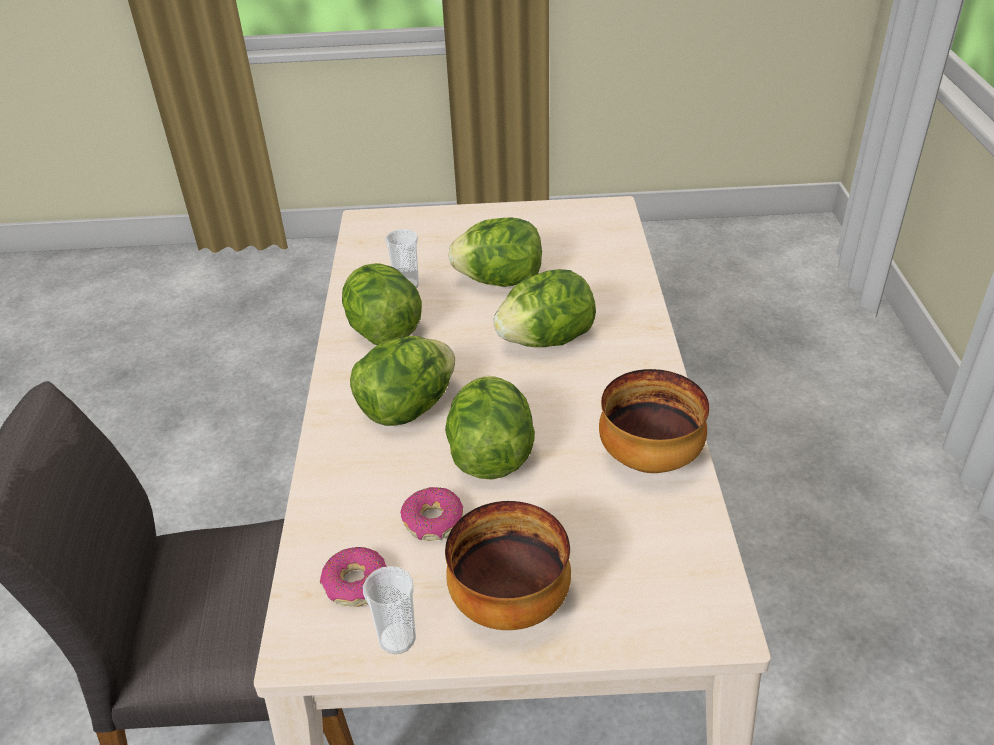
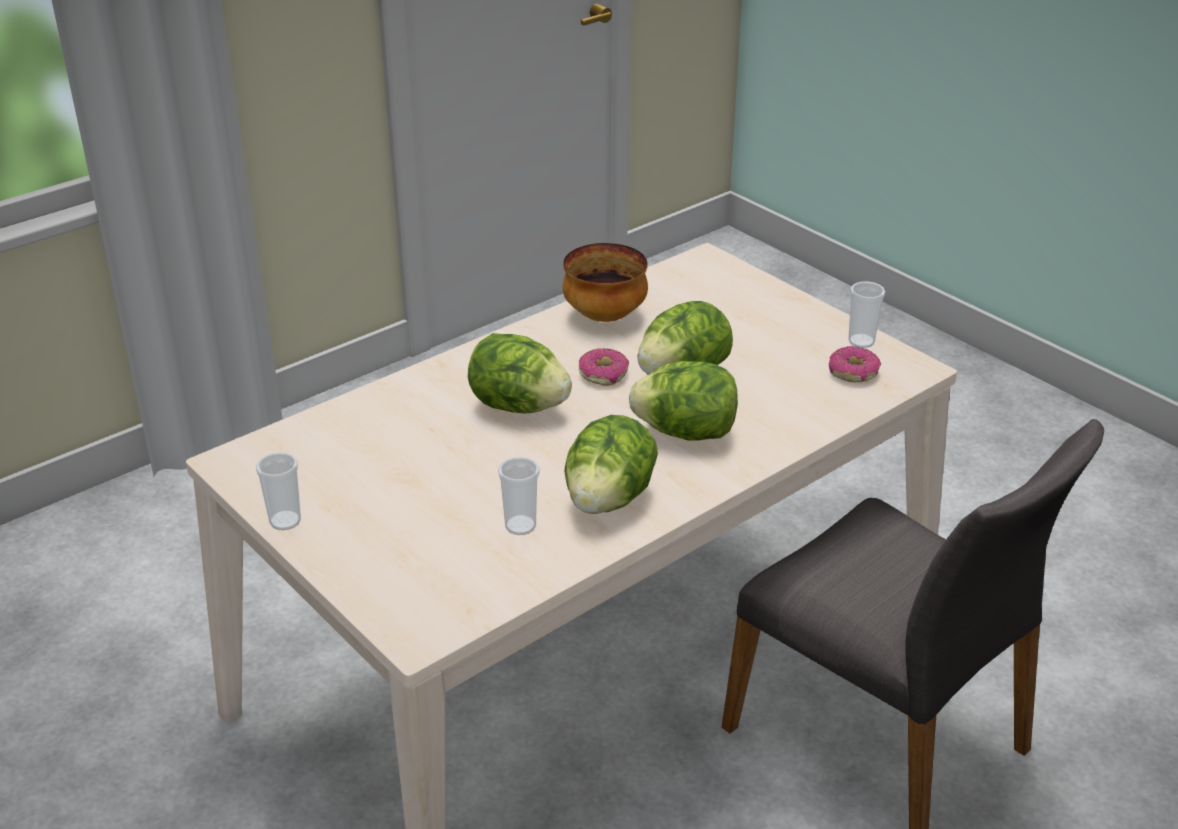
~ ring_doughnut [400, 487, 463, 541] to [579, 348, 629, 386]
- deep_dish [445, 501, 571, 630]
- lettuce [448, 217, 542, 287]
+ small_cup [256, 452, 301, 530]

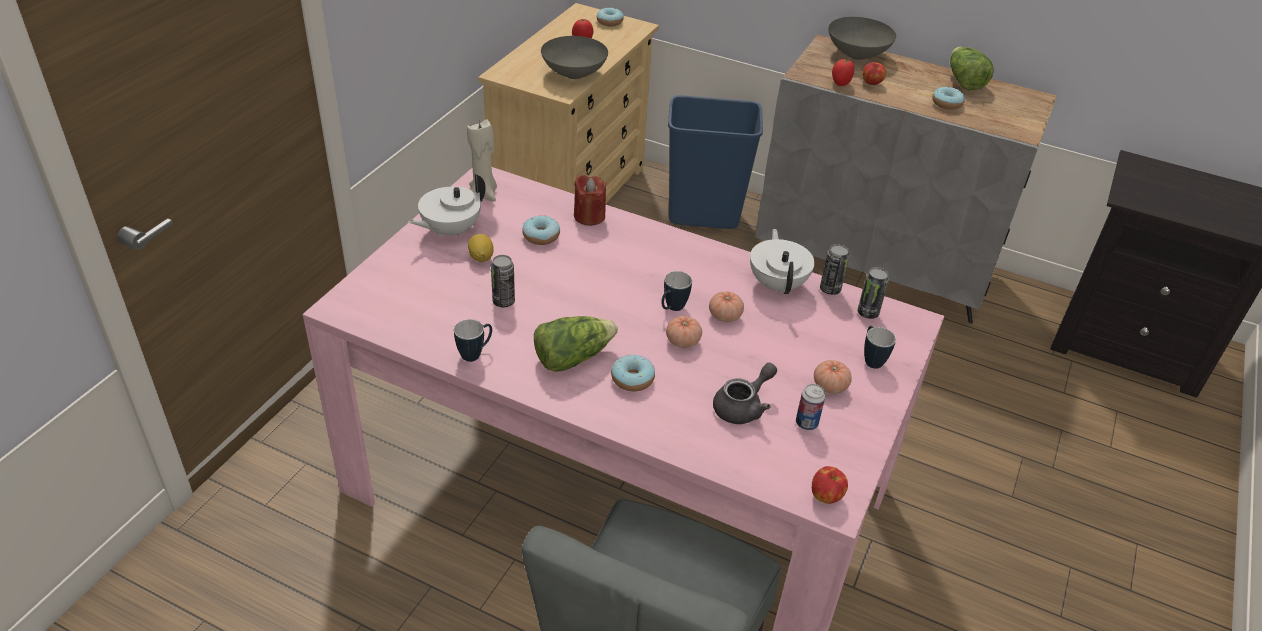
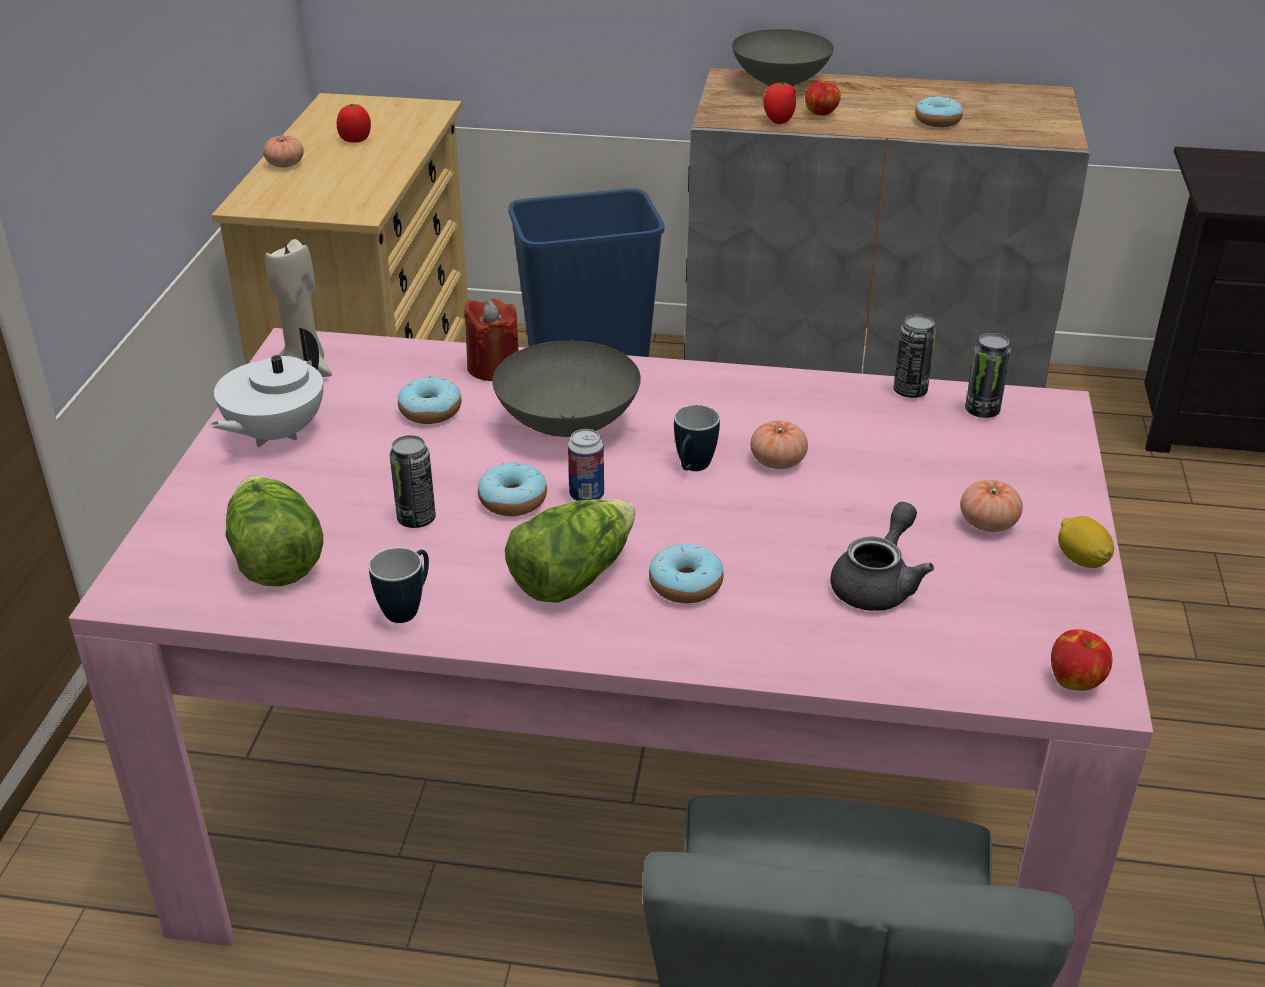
~ whole_lemon [468, 234, 494, 262] to [1058, 516, 1114, 568]
~ gray_deep_dish [541, 36, 608, 79] to [492, 341, 641, 437]
~ ring_doughnut [597, 7, 624, 26] to [478, 463, 547, 516]
~ fresh_tomato [666, 316, 702, 348] to [263, 135, 304, 168]
- white-coloured_teapot [750, 229, 815, 295]
~ metal_can [796, 384, 825, 430] to [568, 429, 604, 501]
- mug [864, 326, 896, 369]
~ lettuce [950, 47, 994, 90] to [225, 475, 323, 586]

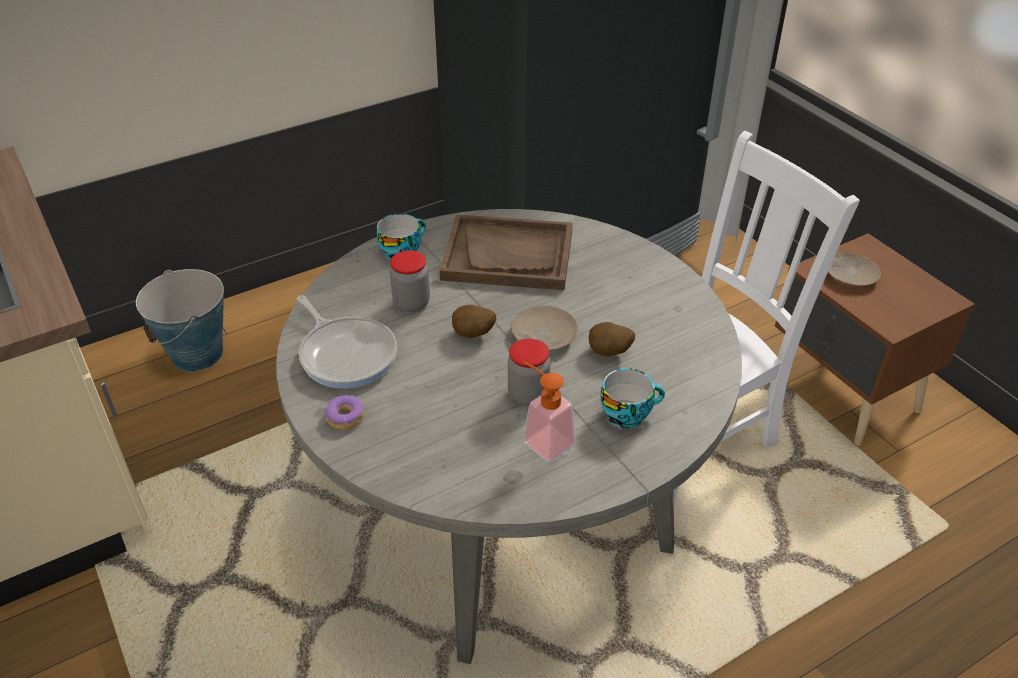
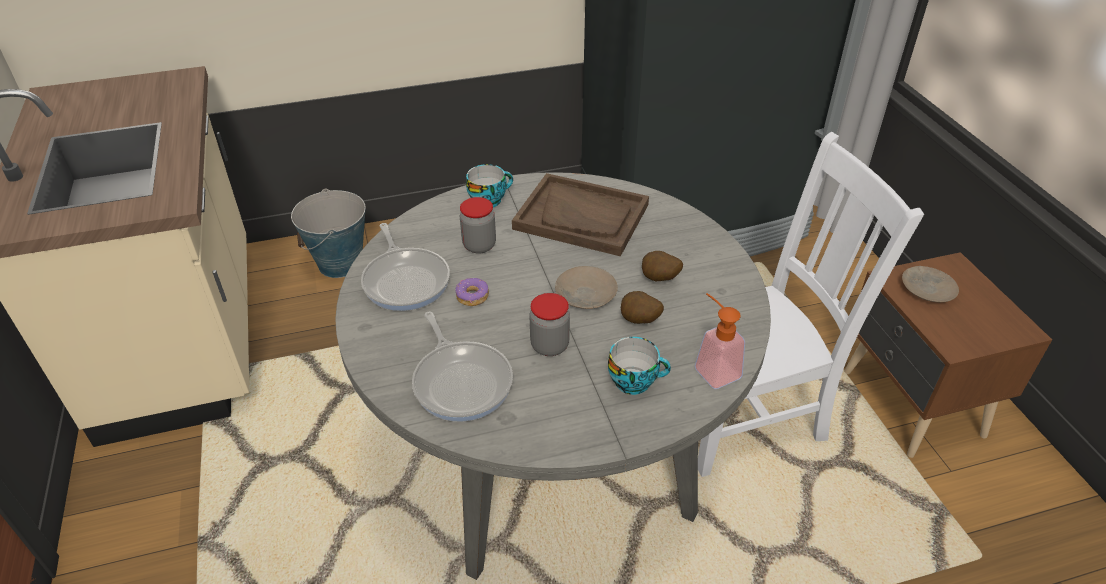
~ ring_doughnut [324, 395, 364, 430] to [455, 278, 489, 306]
~ potato [452, 305, 496, 338] to [642, 251, 683, 281]
~ soap_bottle [523, 361, 575, 462] to [695, 293, 745, 389]
+ pan [412, 312, 513, 422]

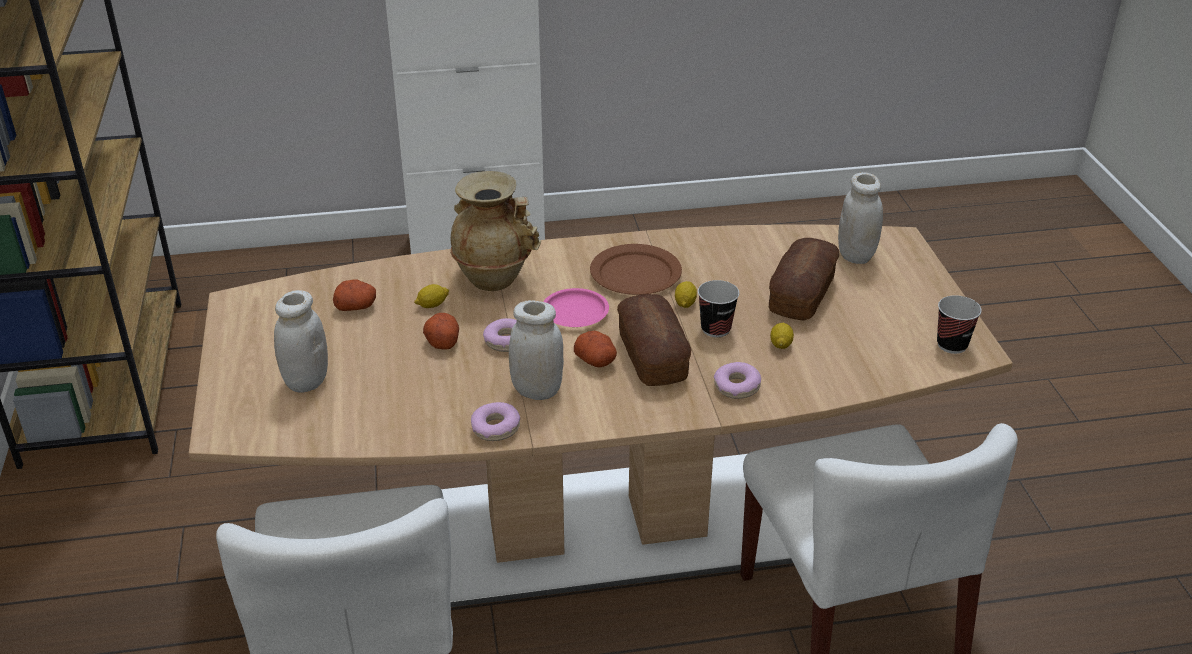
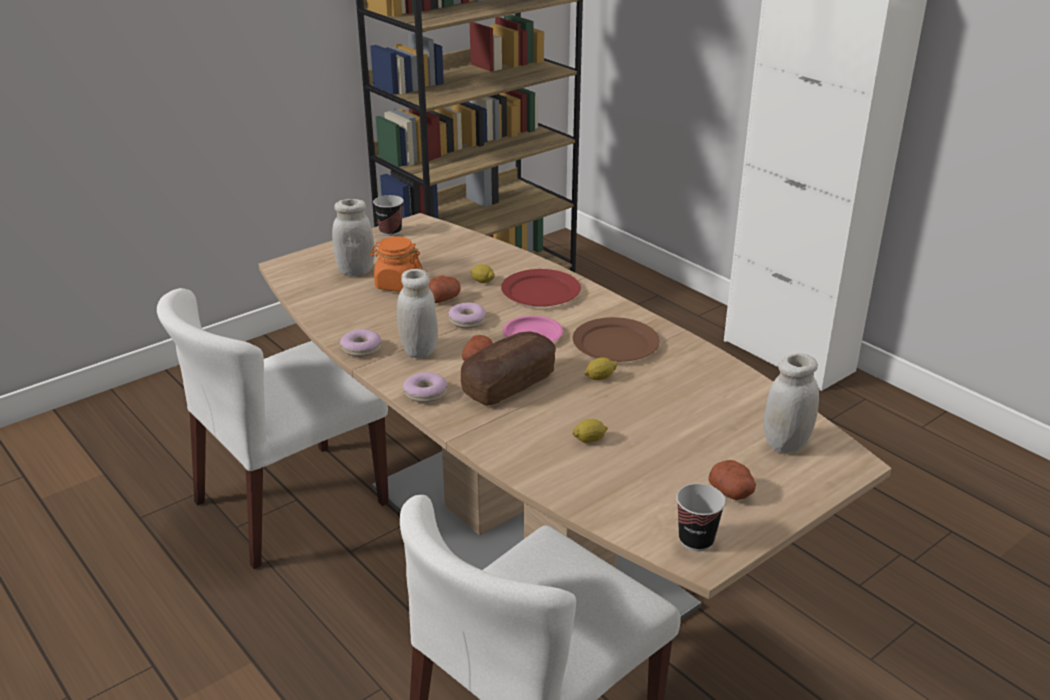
~ potato [333, 279, 376, 311] to [708, 460, 756, 500]
~ beige_flower_vase [450, 171, 541, 291] to reddish_dinner_plate [501, 269, 581, 307]
~ small_cup [698, 280, 739, 337] to [373, 195, 404, 236]
~ ring_doughnut [714, 362, 761, 399] to [403, 372, 447, 403]
- bread [769, 238, 839, 320]
+ orange_jar [370, 236, 423, 292]

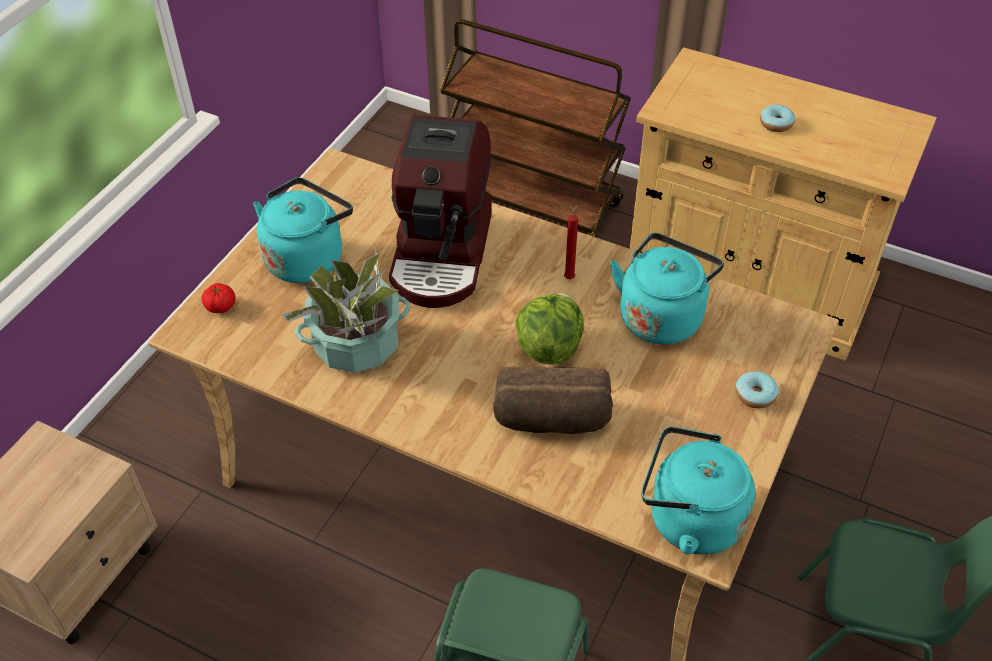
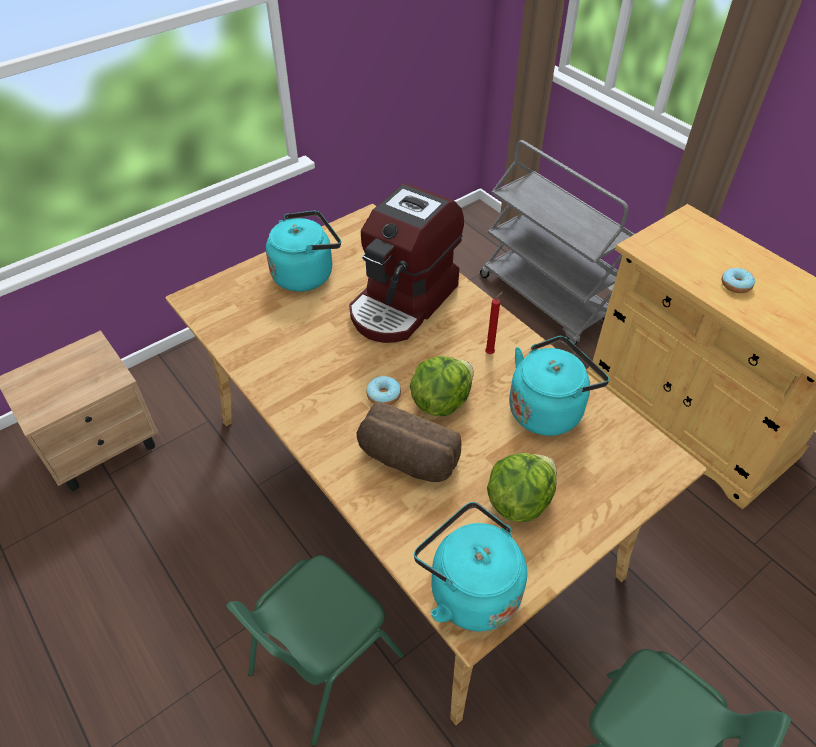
- fresh_tomato [202, 283, 236, 313]
- plant_in_a_pot [281, 247, 410, 373]
~ brownish_wheeled_cart [440, 19, 631, 238] to gray_wheeled_cart [480, 140, 634, 345]
~ ring_doughnut [736, 371, 779, 409] to [366, 376, 401, 405]
+ lettuce [487, 453, 557, 522]

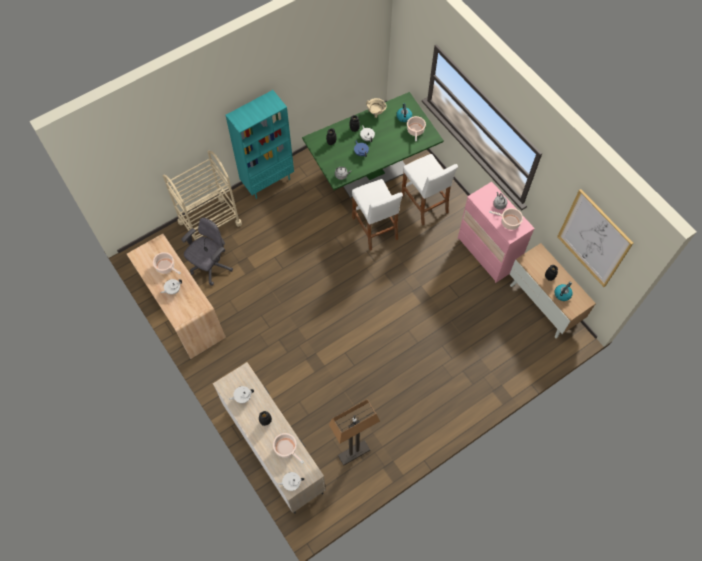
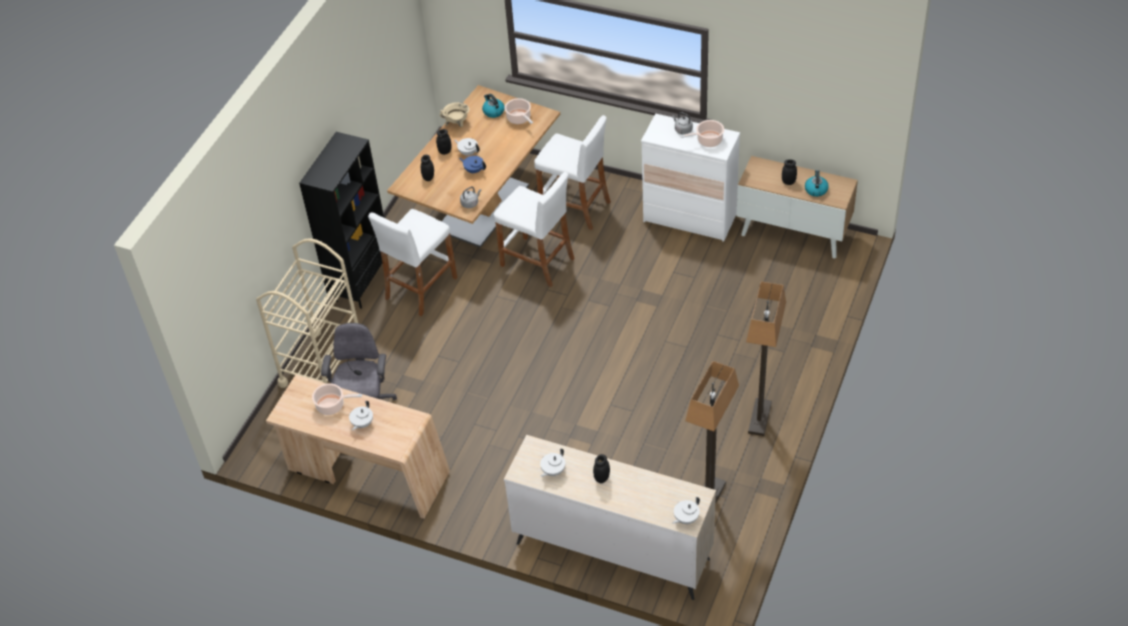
~ turquoise_shelving_unit [226, 90, 294, 199] to blackish_shelving_unit [299, 132, 384, 309]
- cooking_pot [273, 433, 304, 464]
~ greenish_dining_table [302, 92, 444, 198] to brownish_dining_table [387, 85, 560, 248]
~ pinkish_dresser [458, 182, 535, 283] to white-coloured_dresser [641, 113, 740, 242]
- picture [557, 189, 633, 287]
+ white-coloured_sitting_stool [368, 209, 457, 316]
+ standing_lamp [746, 282, 786, 436]

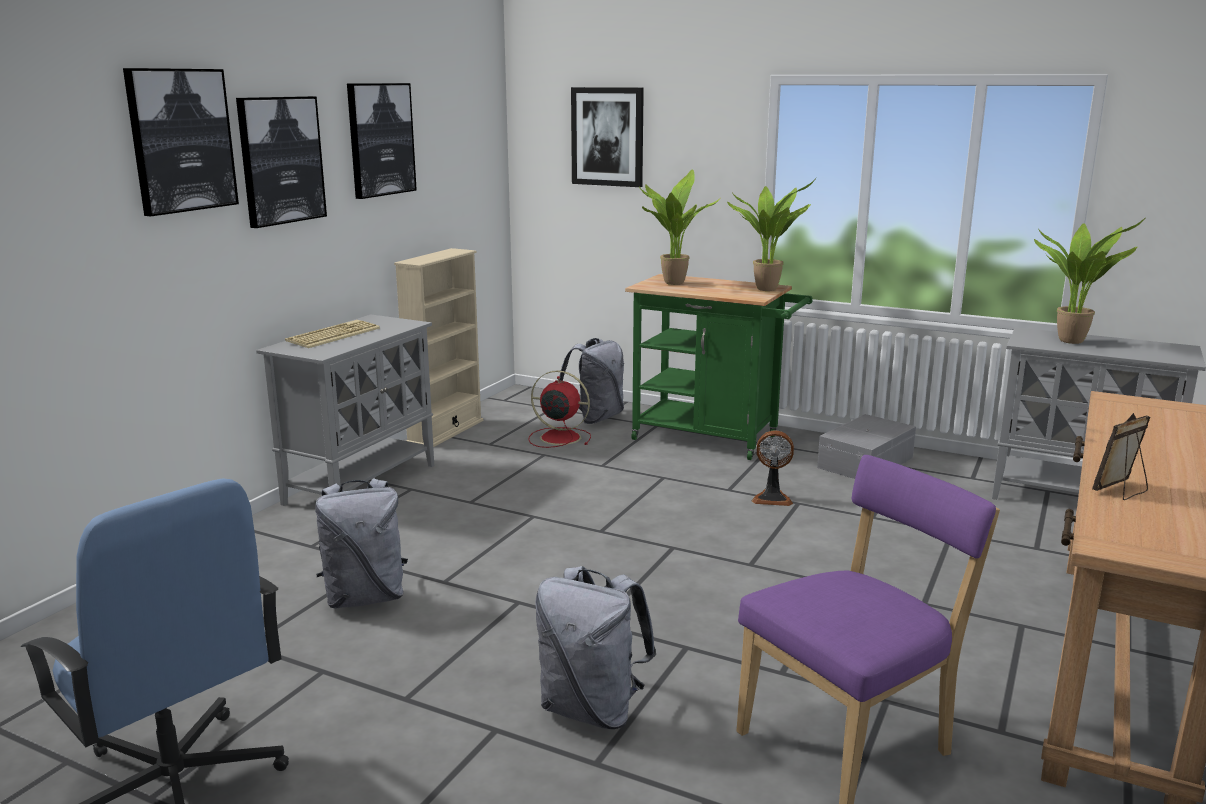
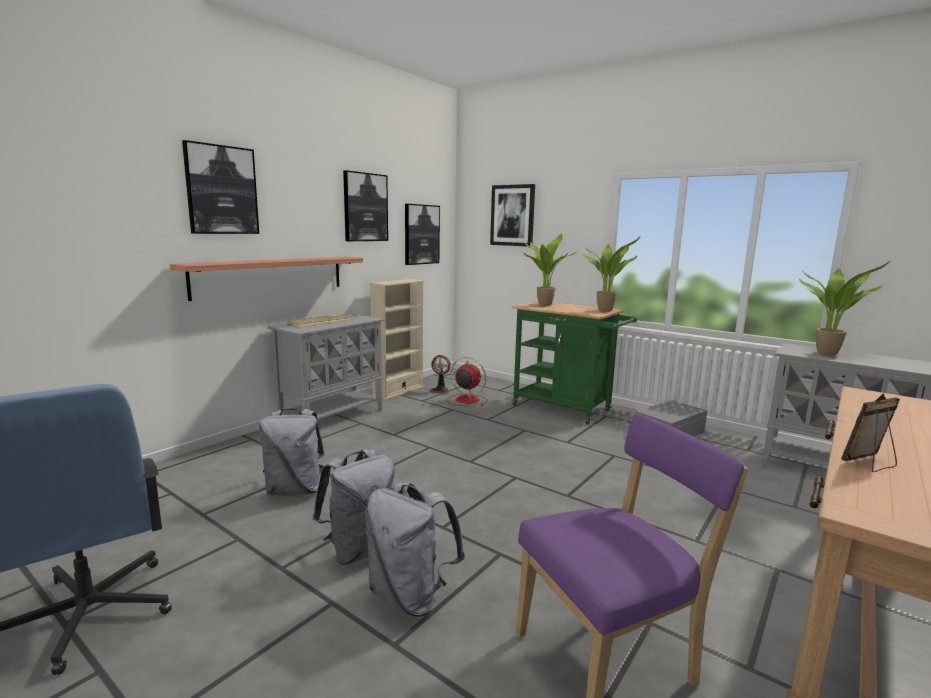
~ picture [236, 96, 327, 228] to [405, 204, 440, 265]
~ gray_backpack [559, 338, 624, 424] to [313, 449, 395, 565]
~ cooling_fan [752, 430, 794, 506] to [428, 355, 451, 394]
+ wall_shelf [170, 257, 363, 301]

